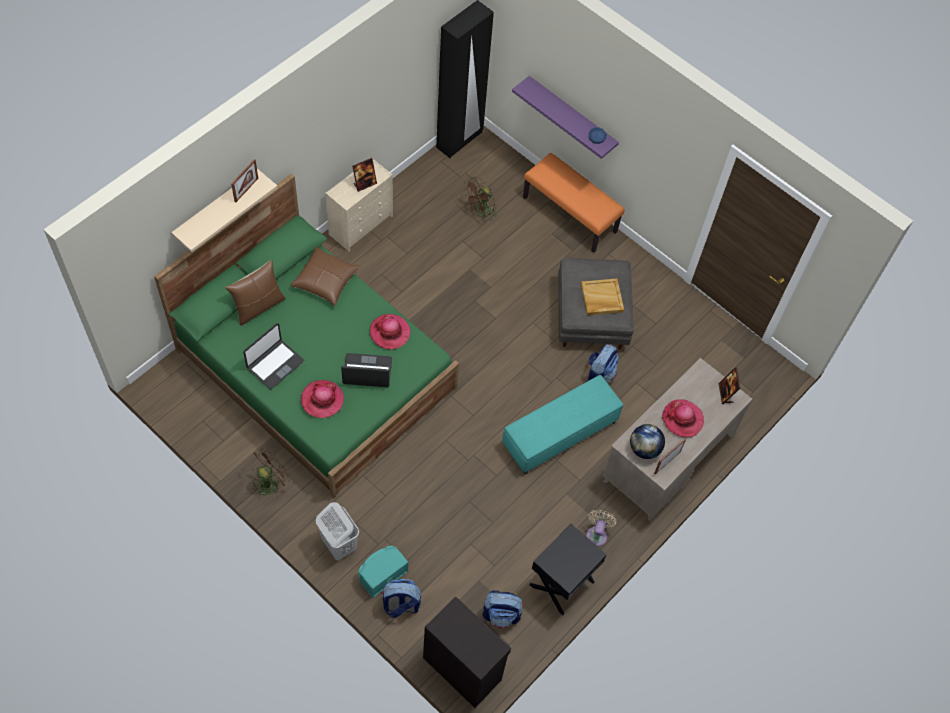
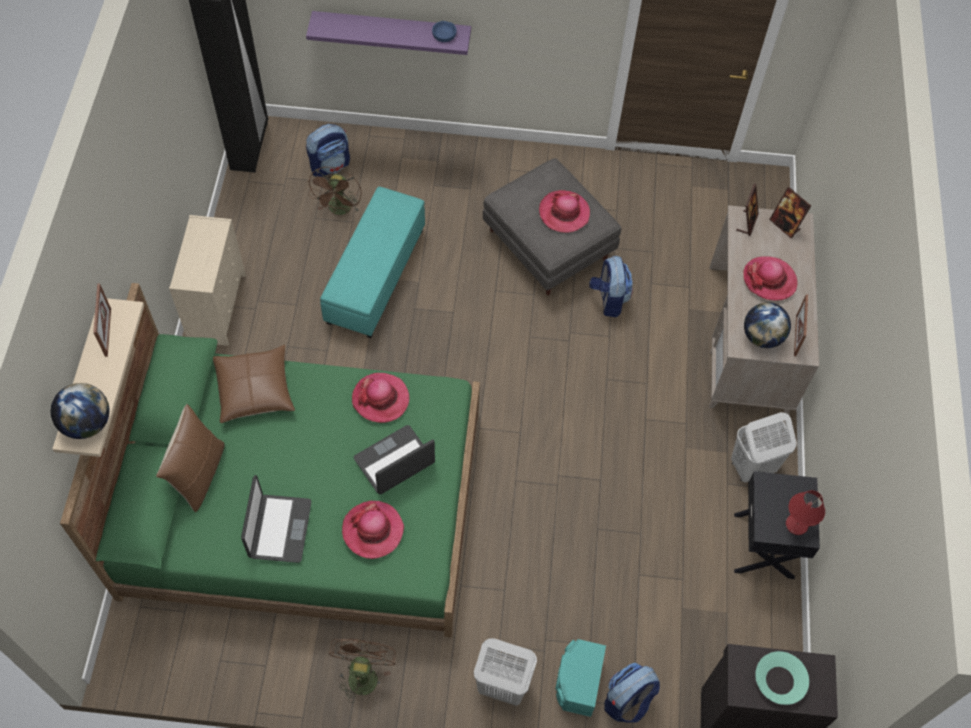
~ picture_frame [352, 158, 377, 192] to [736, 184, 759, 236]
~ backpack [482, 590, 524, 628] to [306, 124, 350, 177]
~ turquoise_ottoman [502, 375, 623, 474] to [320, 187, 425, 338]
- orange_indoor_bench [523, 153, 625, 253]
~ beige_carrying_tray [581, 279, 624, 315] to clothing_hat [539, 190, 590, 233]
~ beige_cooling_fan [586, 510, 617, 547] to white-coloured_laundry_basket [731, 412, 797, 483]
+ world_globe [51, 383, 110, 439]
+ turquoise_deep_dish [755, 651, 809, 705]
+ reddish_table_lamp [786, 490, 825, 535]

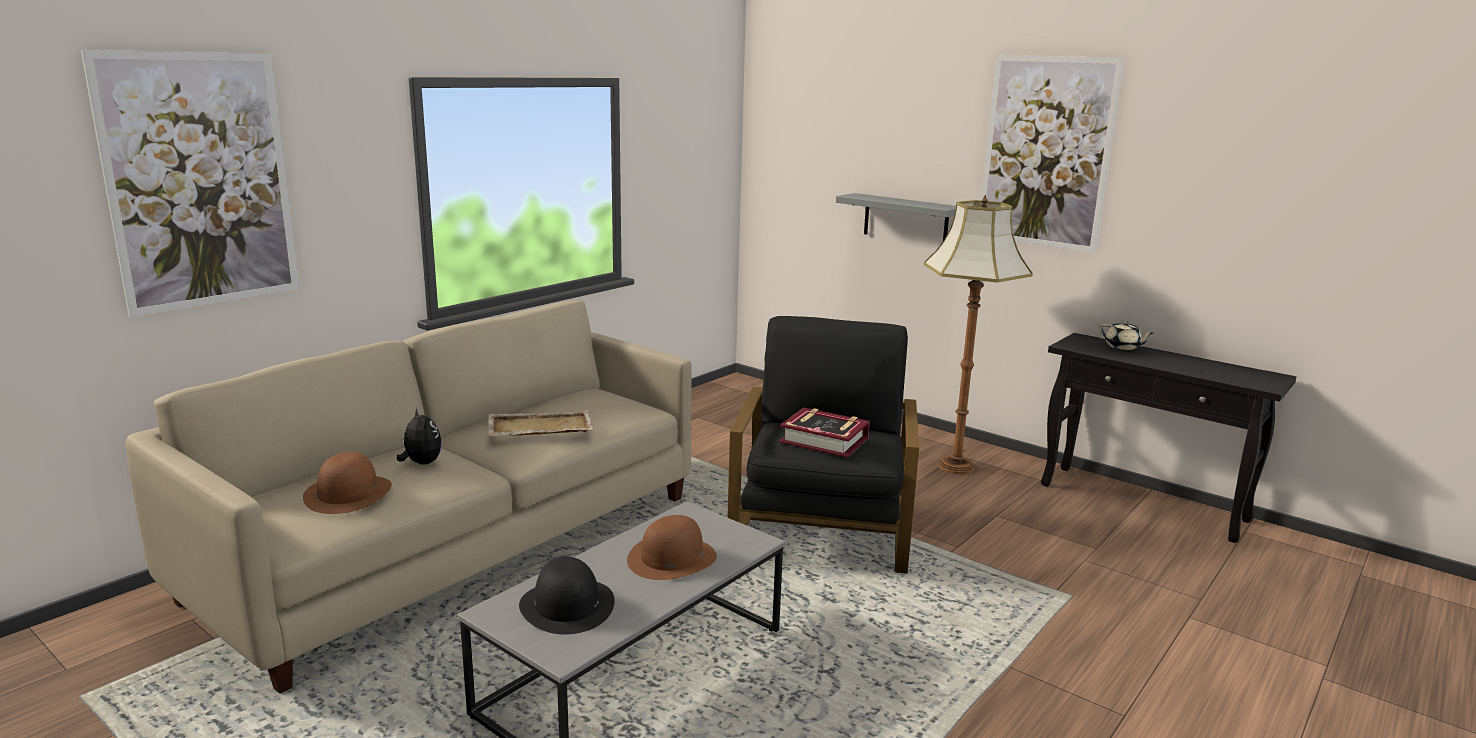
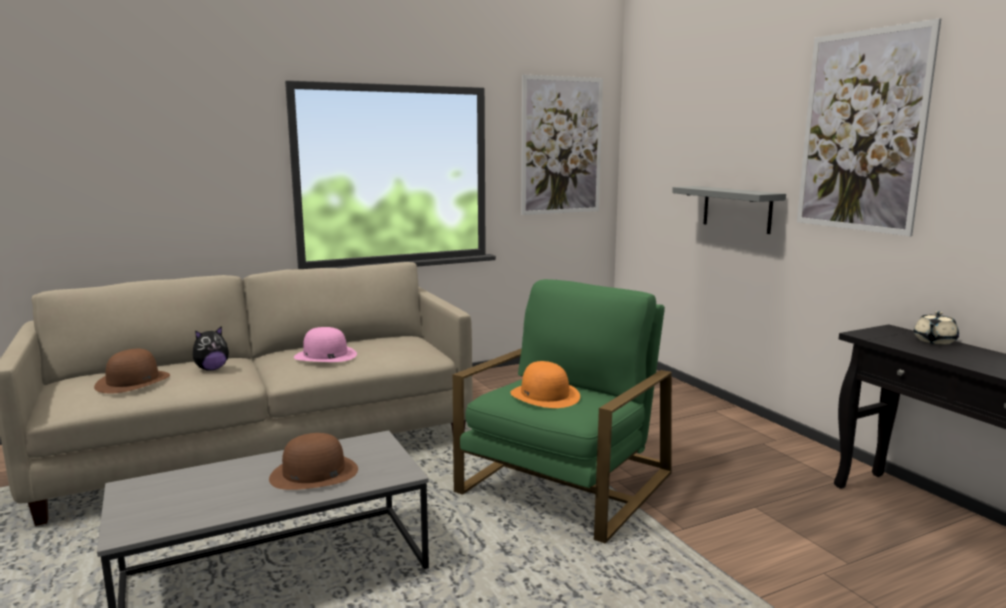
~ picture [81, 50, 299, 317] to [521, 75, 603, 215]
~ plush_toy [397, 408, 442, 465] = [193, 326, 229, 371] 60 degrees clockwise
~ beige_carrying_tray [488, 410, 593, 436] to pinkish_clothing_hat [294, 327, 357, 362]
- blackish_clothing_hat [519, 556, 615, 635]
~ blackish_easy_chair [727, 316, 919, 574] to greenish_easy_chair [453, 279, 672, 544]
~ volume [779, 408, 870, 458] to orange_clothing_hat [510, 361, 580, 408]
- standing_lamp [924, 194, 1033, 474]
~ beige_teapot [1100, 321, 1153, 350] = [914, 311, 959, 345] 60 degrees clockwise

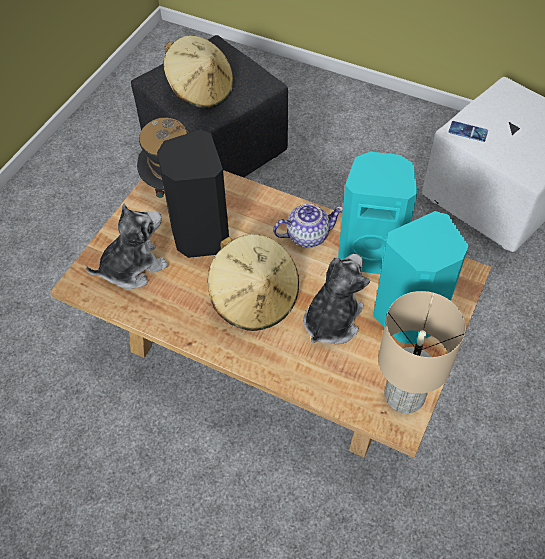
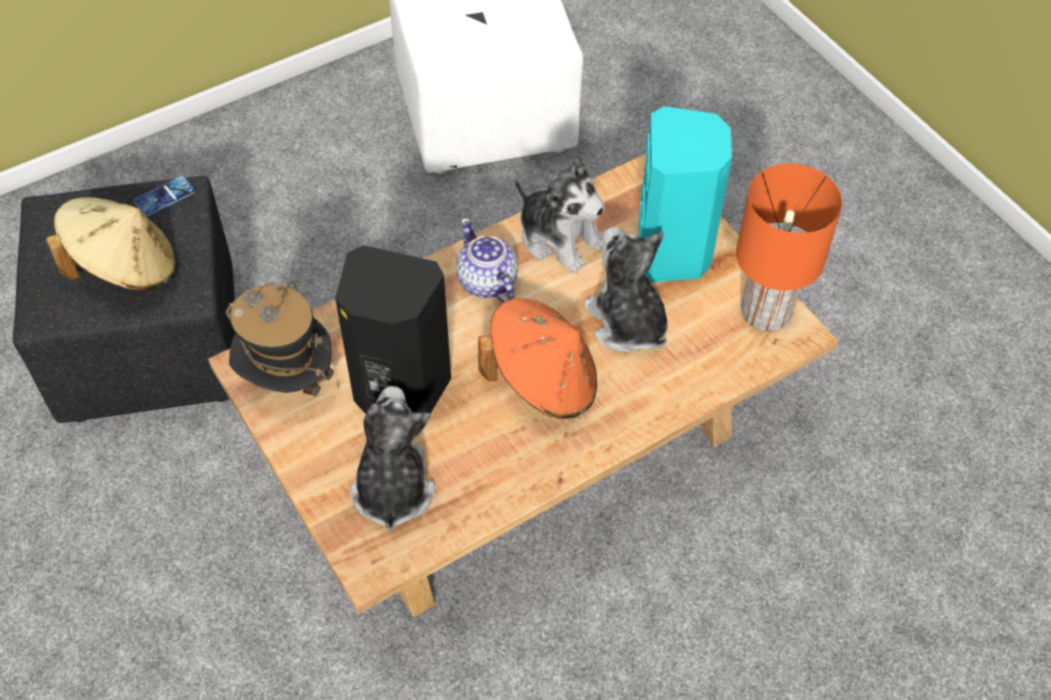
~ beige_clothing_hat [208, 234, 299, 331] to orange_clothing_hat [478, 298, 597, 419]
~ teapot [273, 204, 343, 247] = [456, 218, 518, 303] 45 degrees counterclockwise
~ turquoise_loudspeaker [338, 152, 417, 274] to plush_toy [514, 159, 605, 273]
~ beige_table_lamp [378, 291, 466, 413] to orange_table_lamp [736, 164, 842, 331]
~ telephone [449, 121, 488, 142] to [133, 176, 196, 216]

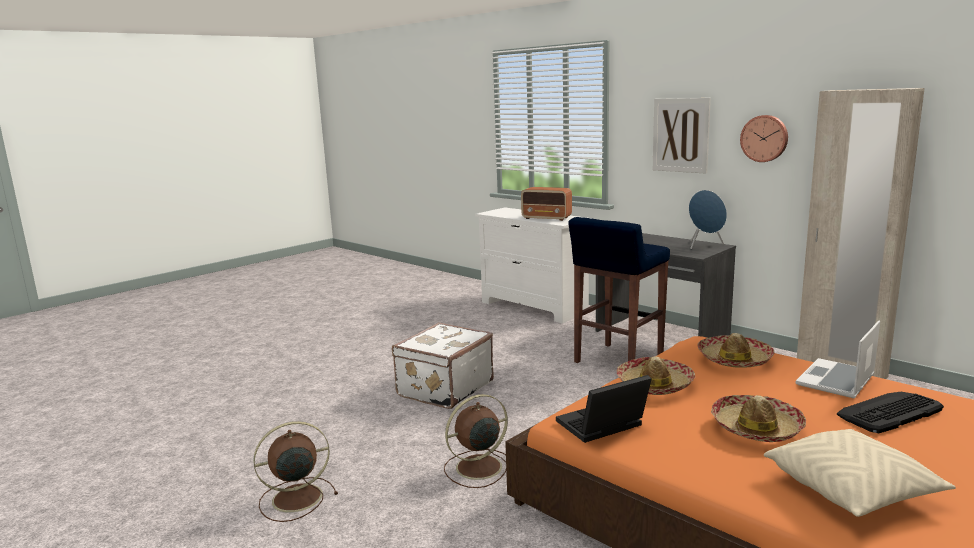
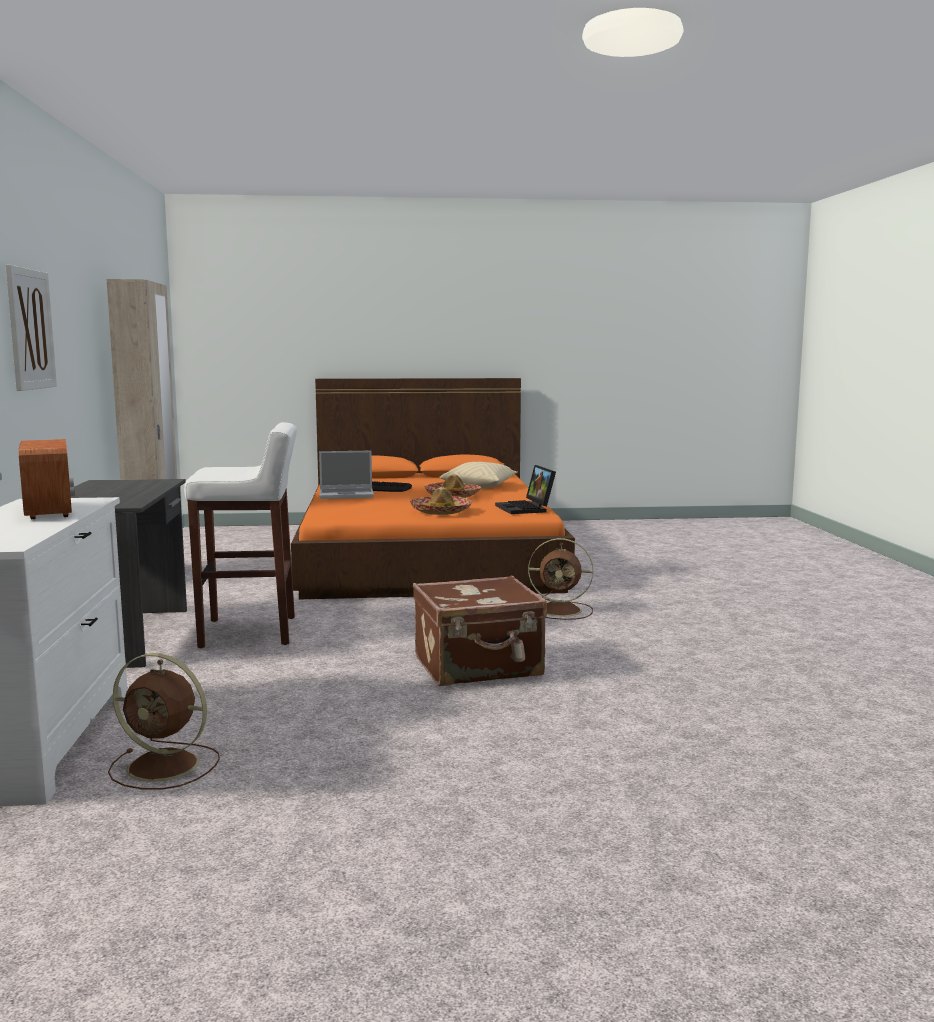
~ brownish_cooling_fan [253, 421, 338, 522] to [108, 653, 220, 790]
~ white-coloured_travel_case [392, 322, 494, 409] to brownish_travel_case [413, 575, 547, 686]
~ notebook_computer [556, 375, 652, 443] = [495, 465, 556, 514] 60 degrees clockwise
~ blue_sitting_stool [568, 217, 670, 363] to white-coloured_sitting_stool [184, 422, 297, 648]
- blue_loudspeaker [689, 190, 727, 249]
- clothing_hat [698, 333, 775, 368]
- clock_on_the_wall [740, 115, 788, 162]

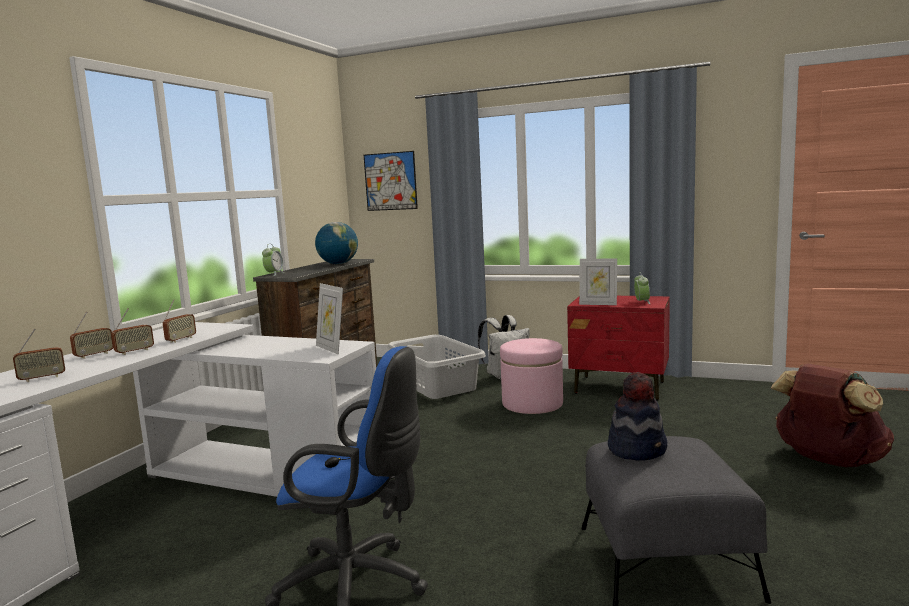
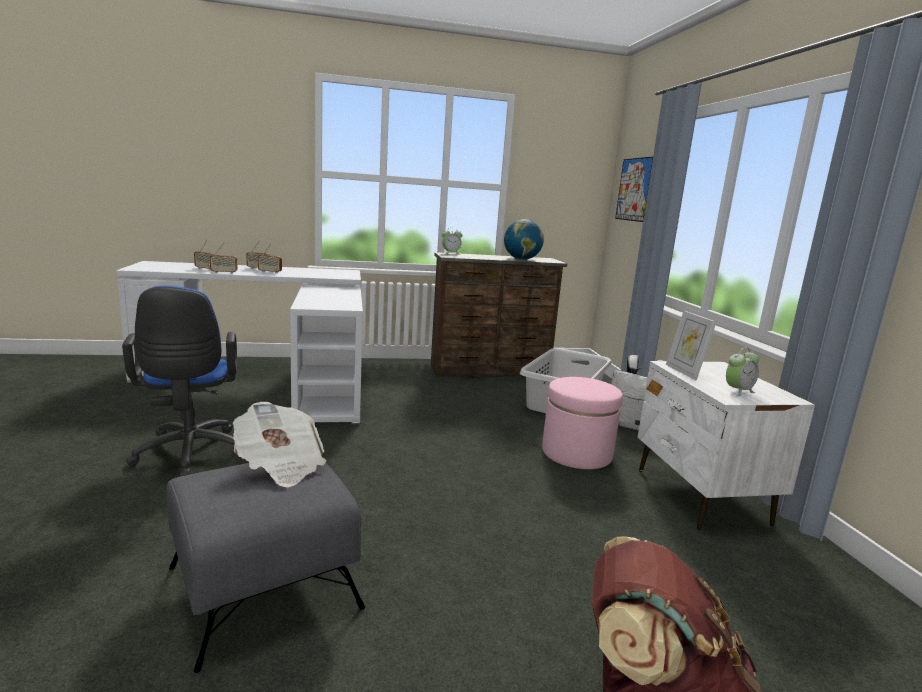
~ radio [163, 299, 196, 343] to [210, 243, 238, 274]
- picture_frame [316, 283, 343, 354]
~ reddish_nightstand [567, 296, 670, 400] to white-coloured_nightstand [637, 361, 815, 530]
~ clothing_hat [608, 372, 667, 461] to daily_paper [233, 402, 326, 487]

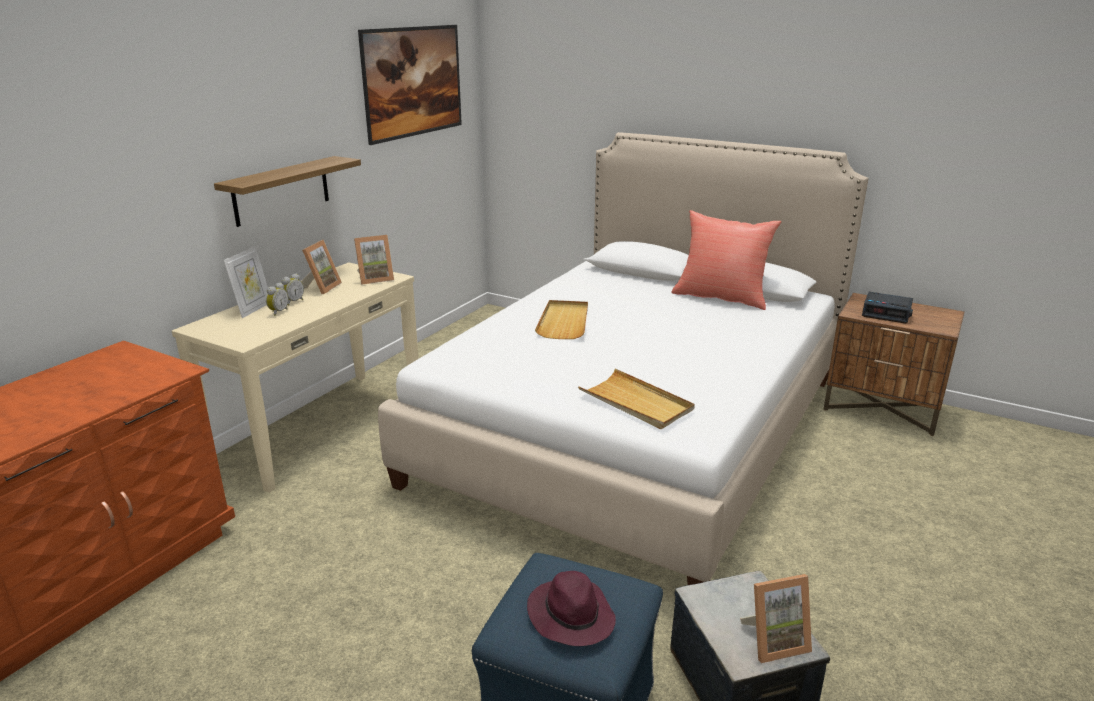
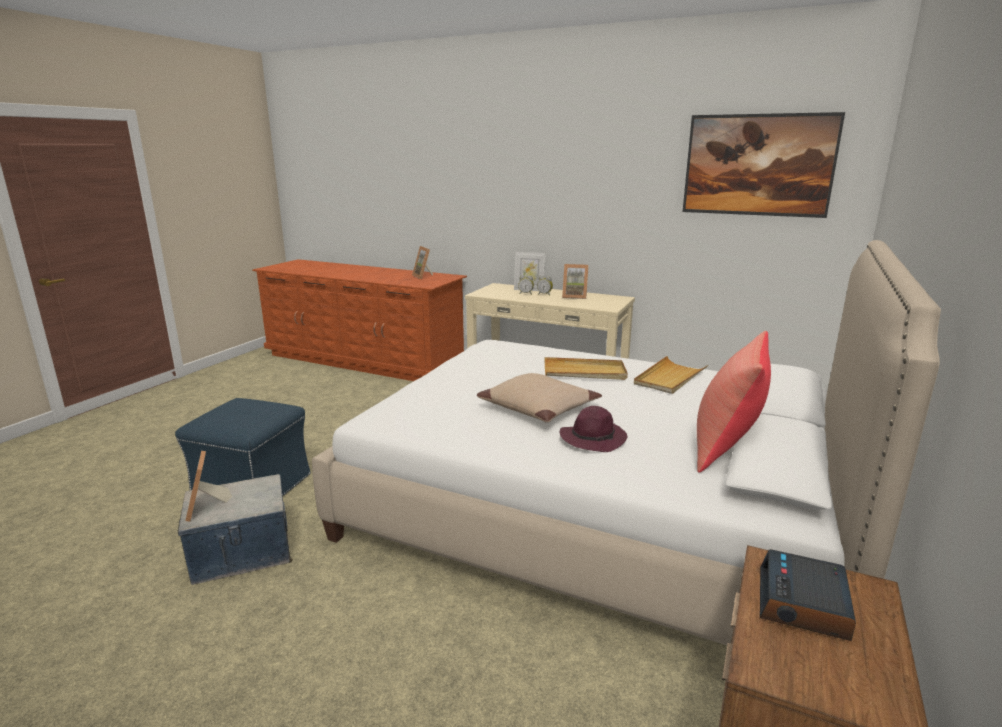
- wall_shelf [214, 156, 361, 227]
~ picture_frame [354, 235, 394, 285] to [412, 246, 433, 279]
~ purple_clothing_hat [527, 571, 616, 646] to [560, 406, 627, 452]
~ beige_carrying_tray [578, 369, 695, 429] to [634, 356, 708, 394]
+ beige_cushion [477, 373, 602, 423]

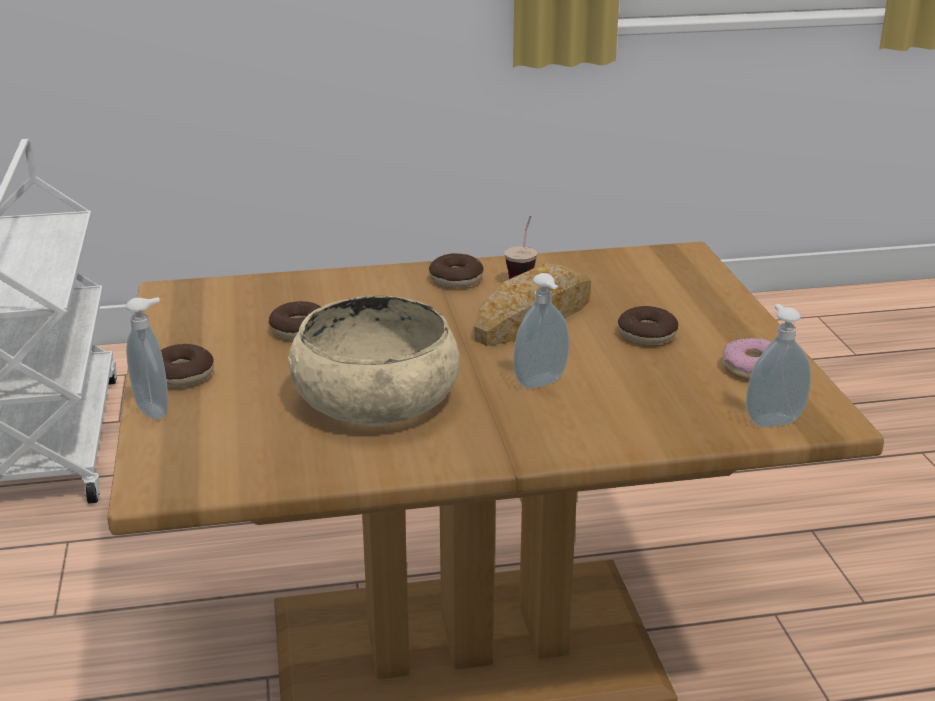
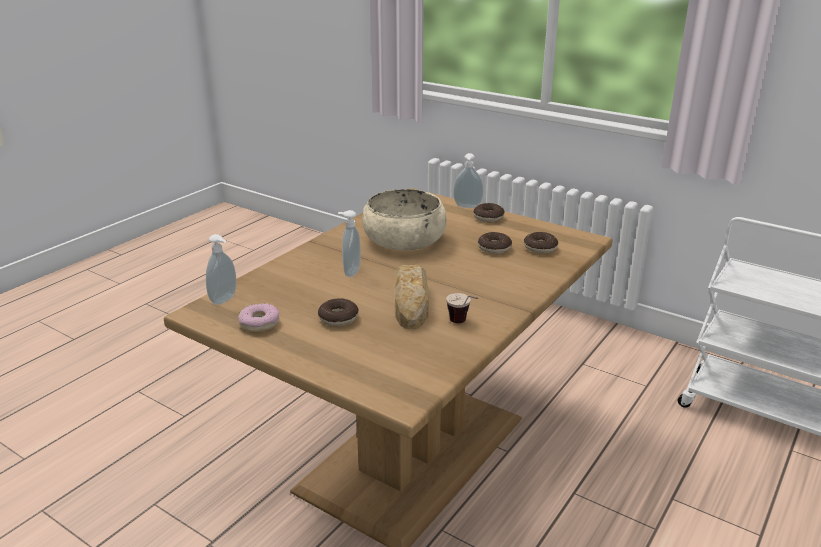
~ ring_doughnut [429, 253, 484, 288] to [524, 232, 558, 253]

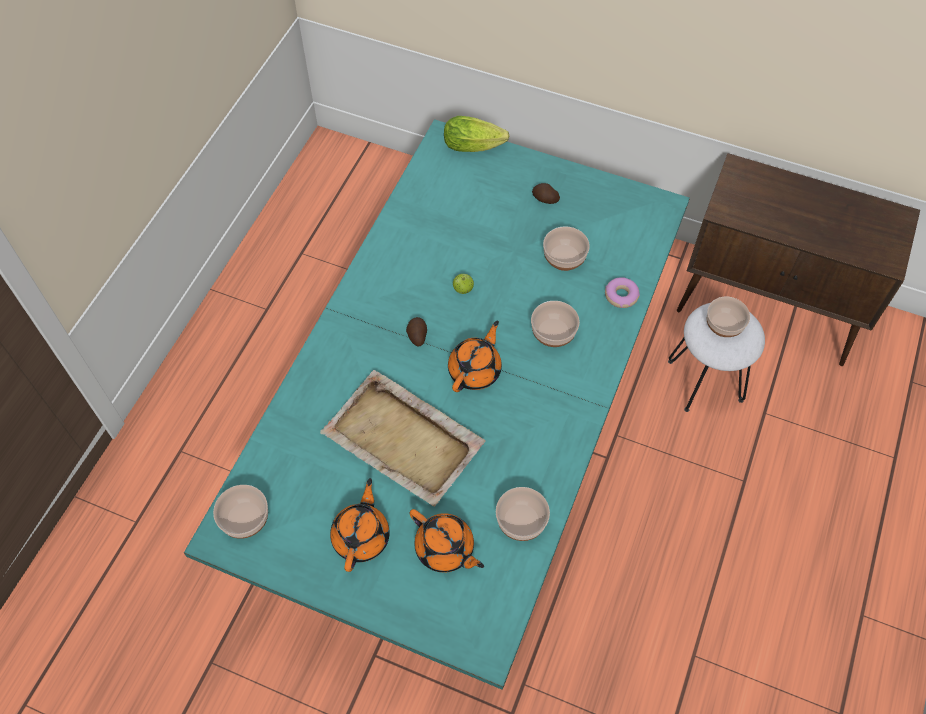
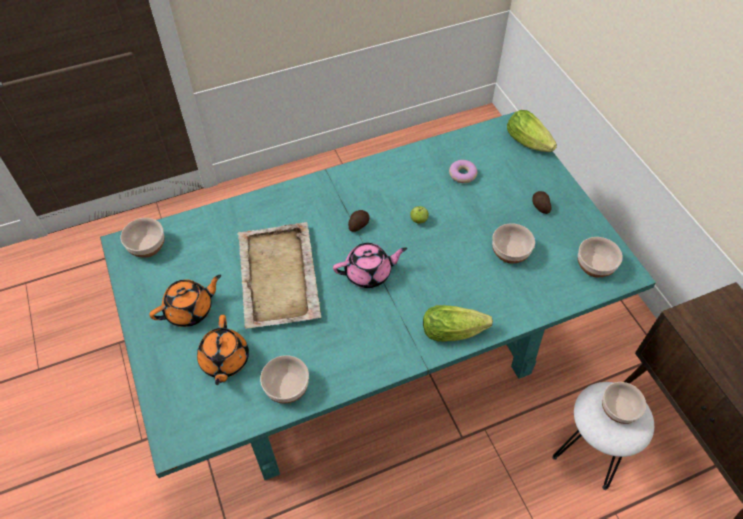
~ orange_teapot [448, 320, 502, 392] to pinkish_teapot [333, 243, 407, 288]
~ deep_dish [531, 301, 580, 347] to [578, 237, 623, 278]
~ ring_doughnut [605, 277, 640, 308] to [449, 160, 477, 183]
+ lettuce [423, 305, 493, 342]

